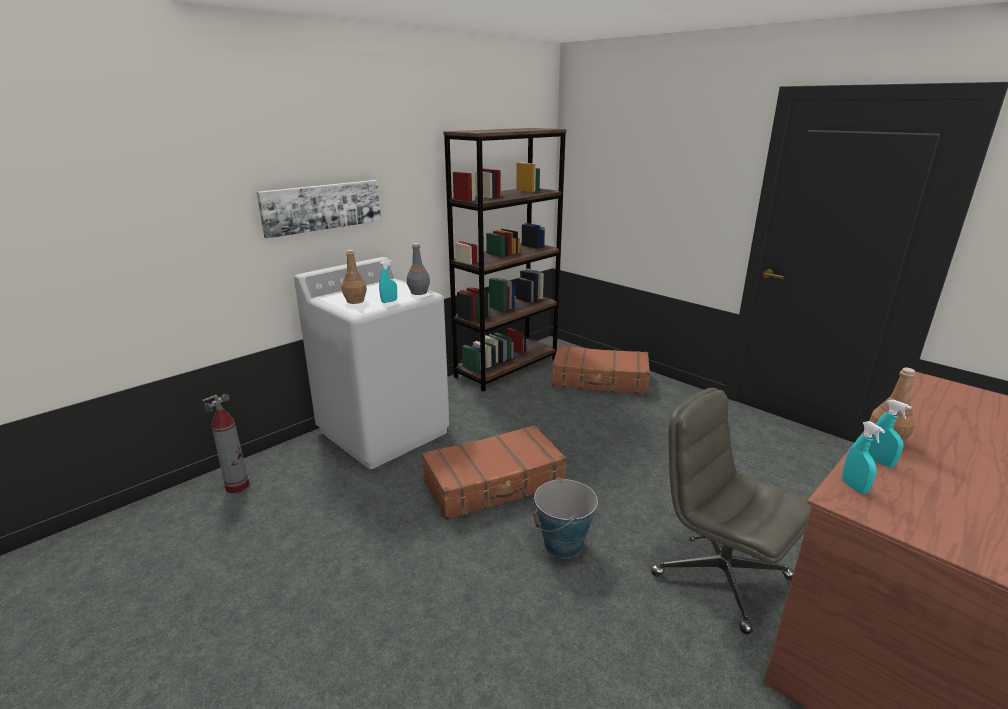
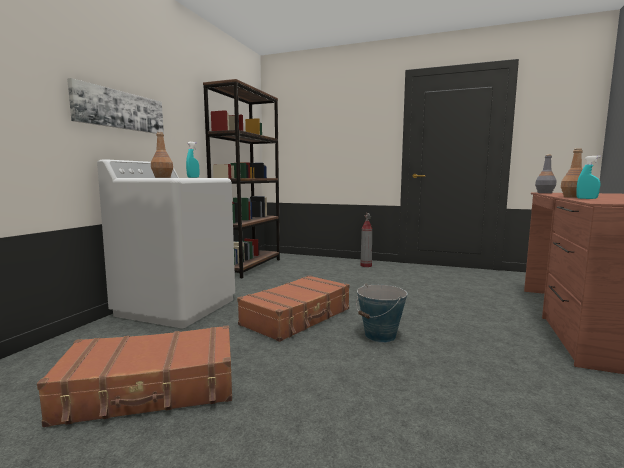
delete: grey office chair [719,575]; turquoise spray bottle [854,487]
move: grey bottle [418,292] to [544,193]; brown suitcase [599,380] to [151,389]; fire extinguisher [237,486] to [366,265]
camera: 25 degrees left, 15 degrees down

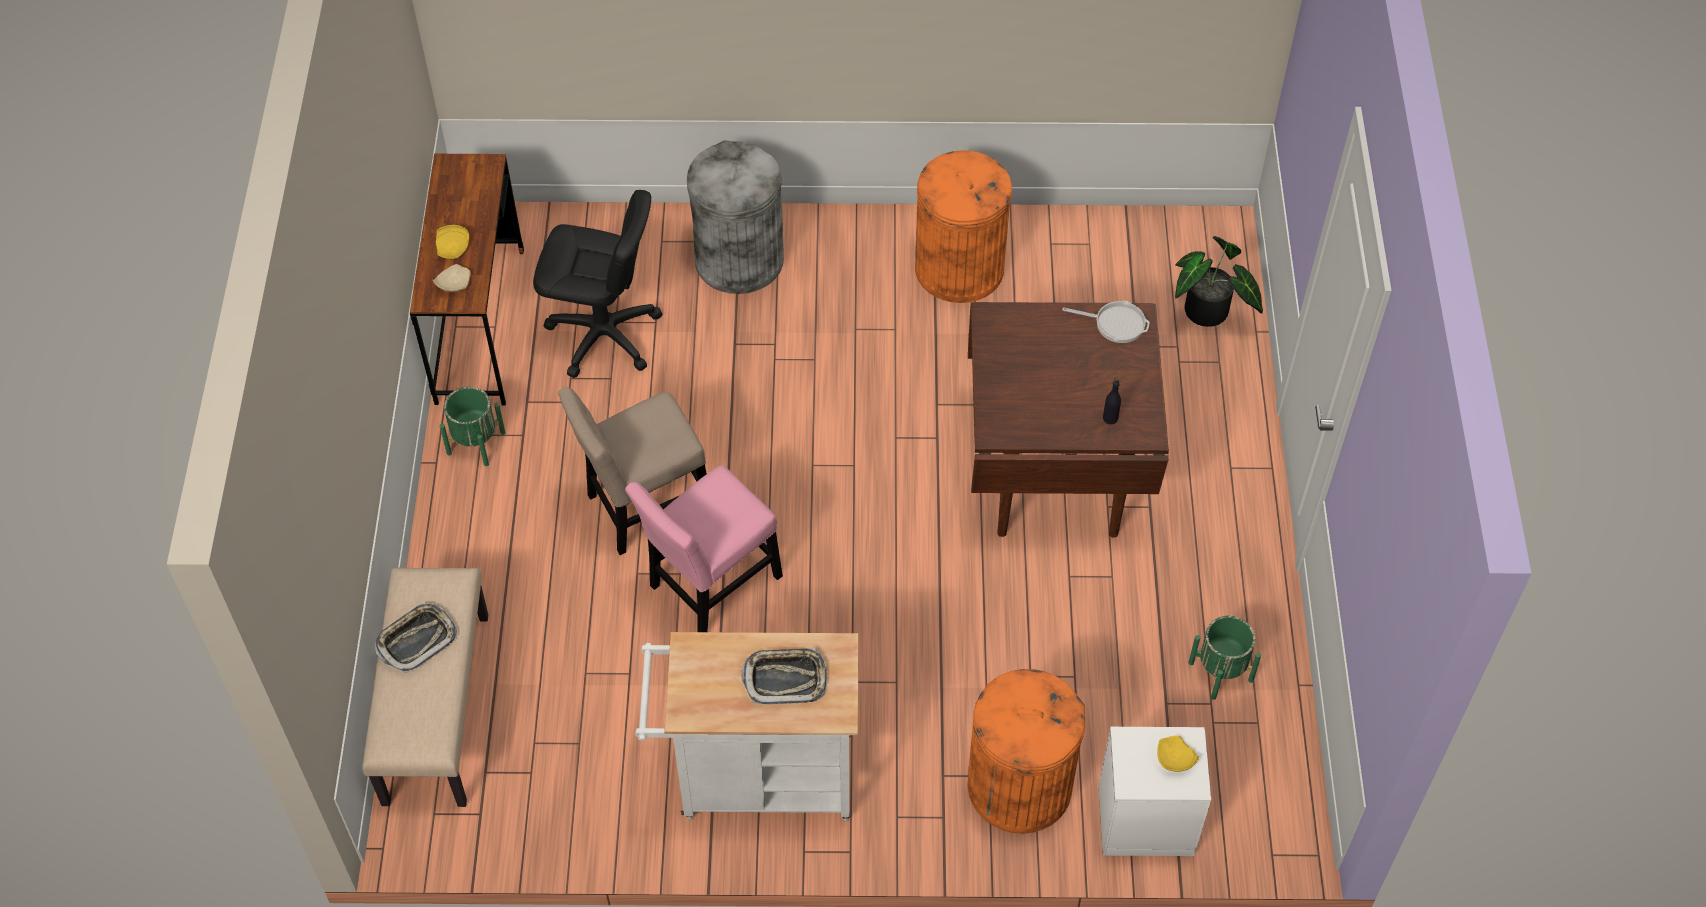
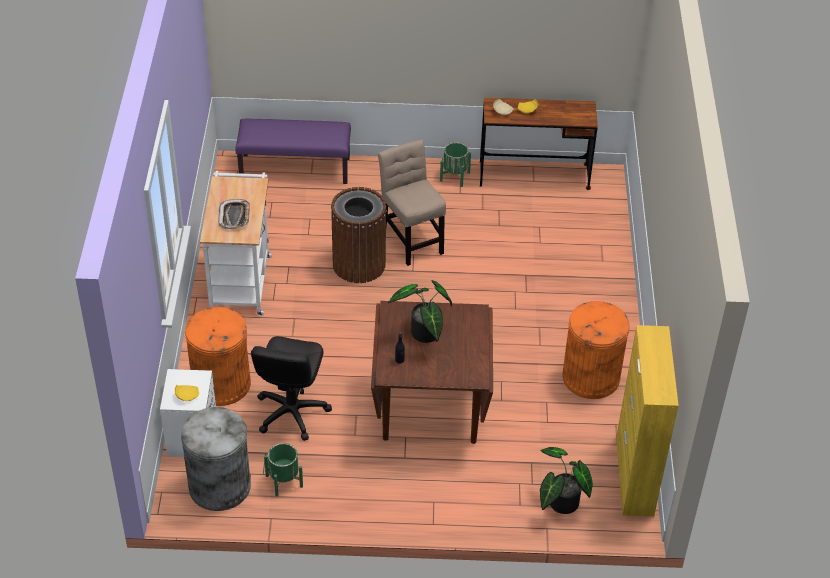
delete: frying pan [1116,323]; tray [416,640]
insert: potted plant [424,335]; yellow cabinet [634,476]
move: grey trash can [739,259] to [220,486]; black office chair [604,335] to [291,412]
replace: pink chair [711,586] to brown trash can [359,264]
recolor: beige bench [435,708] to purple bench [295,168]
camera: 90 degrees right, 10 degrees down

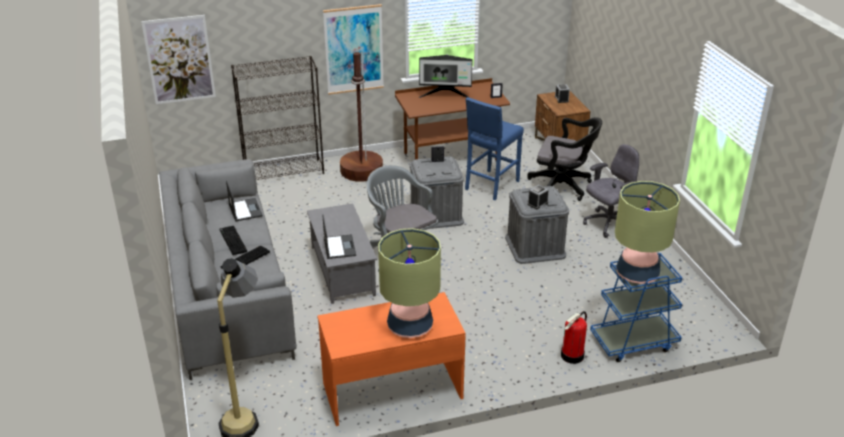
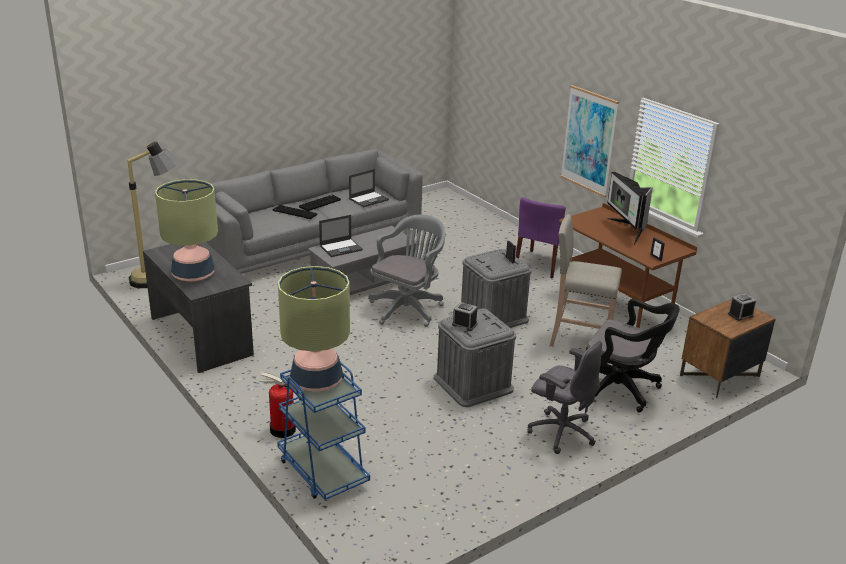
delete: picture [179,60]; black bookcase [284,172]
replace: brown floor lamp [361,171] to purple chair [541,264]
recolor: blue stool [491,185] to beige stool [579,340]; orange desk [392,389] to grey desk [202,336]
rotate: black office chair [563,186] = [621,389] 60 degrees counterclockwise
camera: 70 degrees right, 5 degrees down

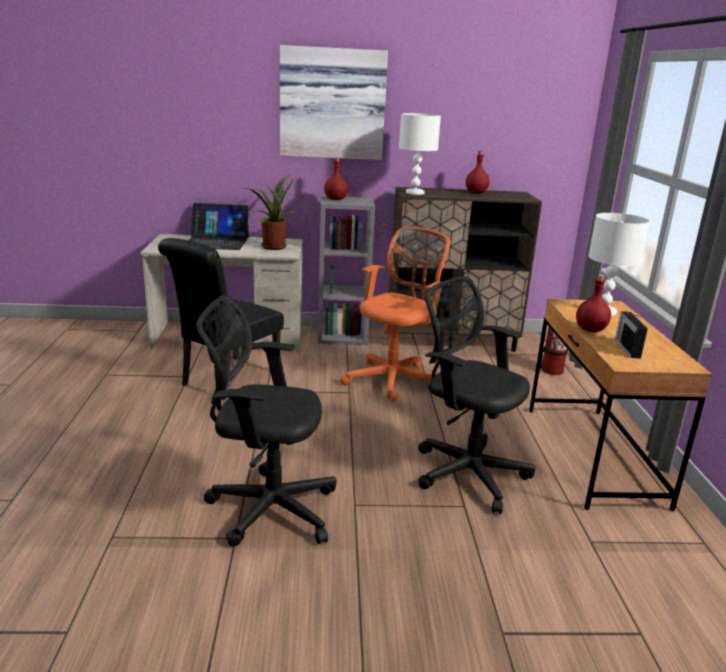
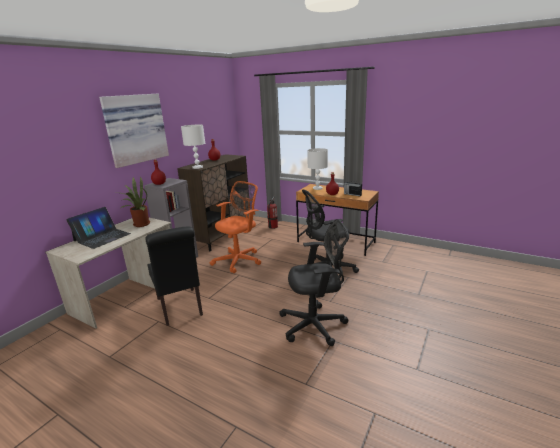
rotate: orange office chair [394,379] = [239,260] 60 degrees clockwise; black office chair [267,508] = [316,325] 135 degrees counterclockwise
camera: 55 degrees left, 0 degrees up

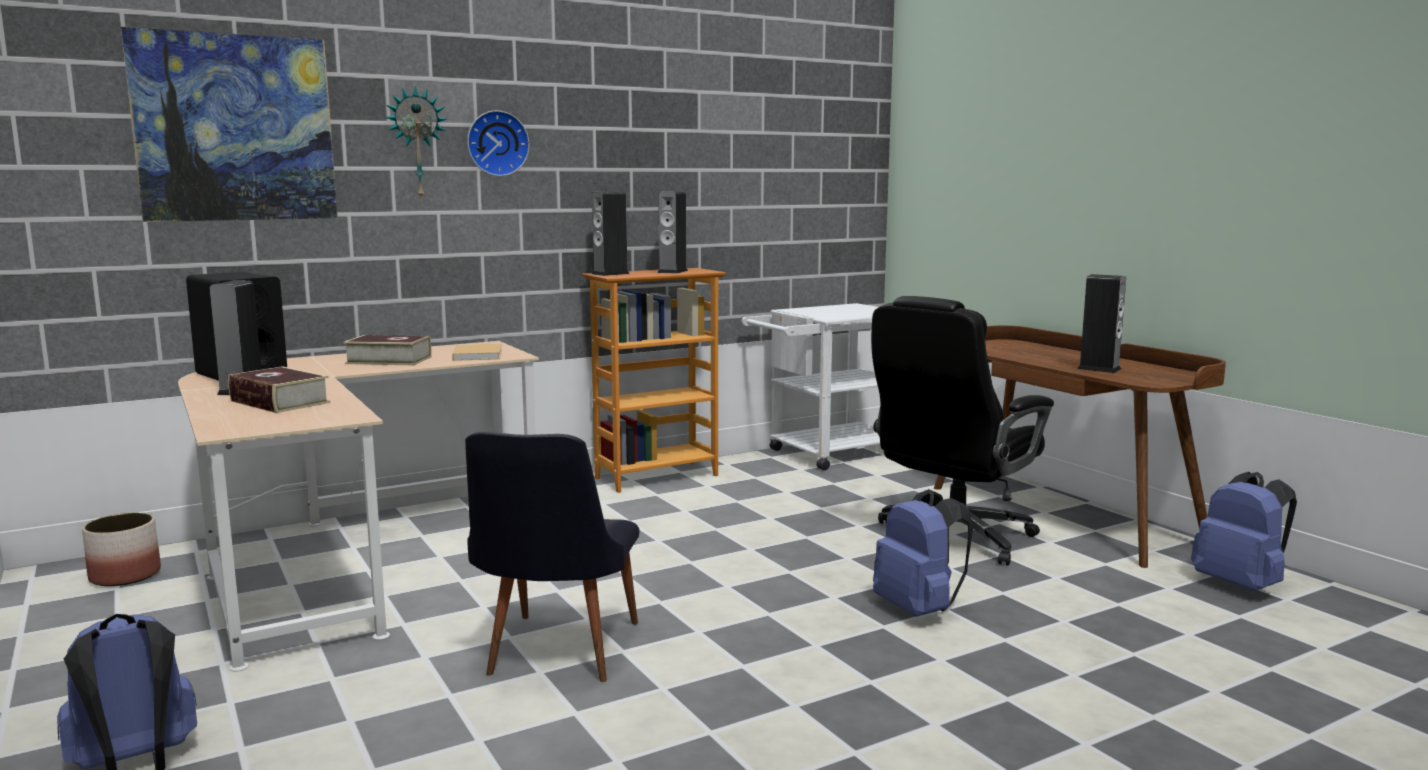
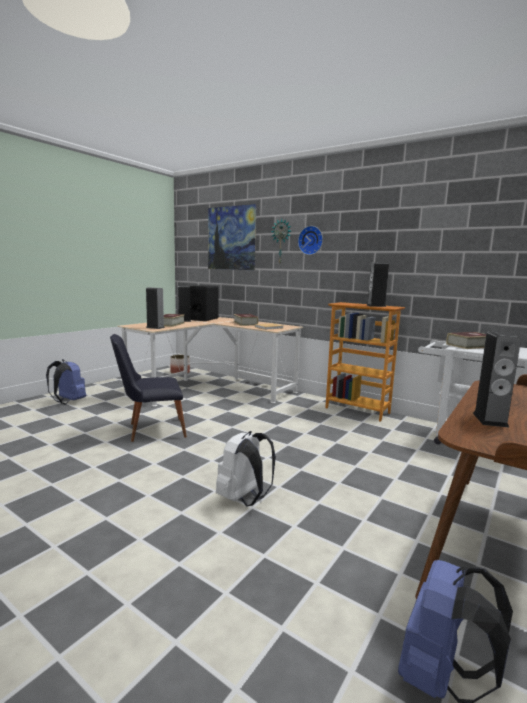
delete: black office chair [952,538]
insert: book [469,345]
move: speaker [610,274] to [155,327]
recolor: blue backpack [919,610] to white backpack [244,499]
camera: 65 degrees right, 0 degrees up

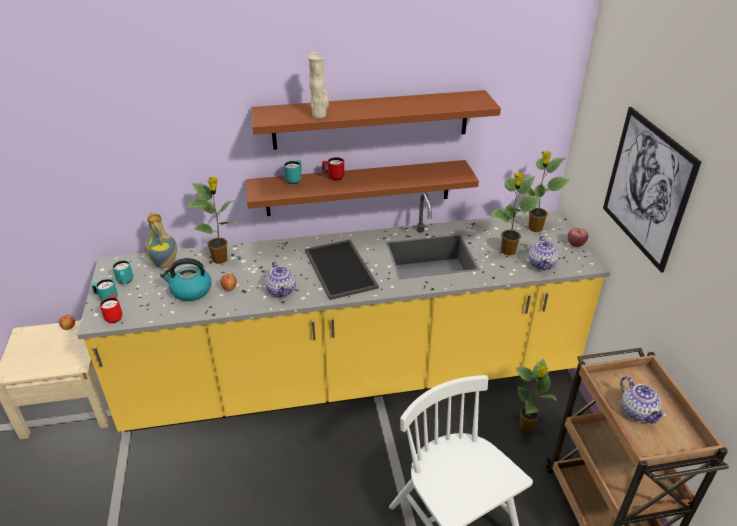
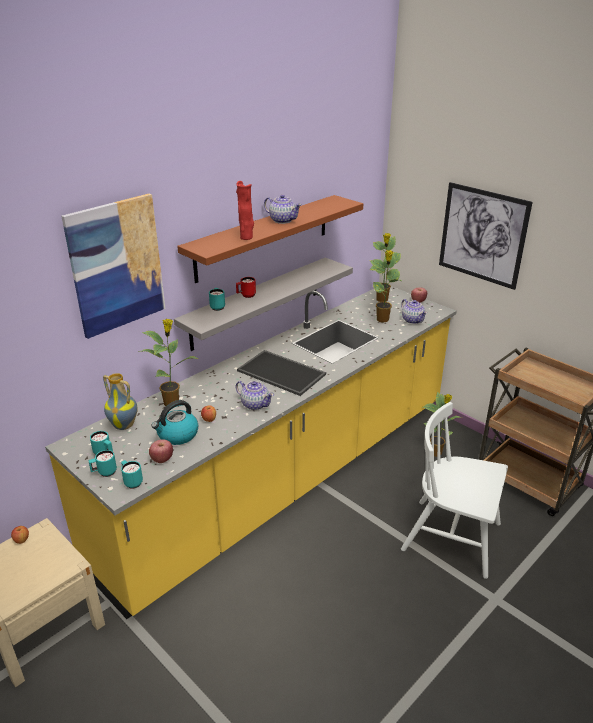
insert: picture [116,265]; apple [162,459]
move: teapot [637,411] to [282,220]
recolor: beige vase [320,115] to red vase [246,237]; brown shelf [358,188] to grey shelf [257,302]; red mug [114,316] to turquoise mug [132,482]
camera: 35 degrees left, 5 degrees down

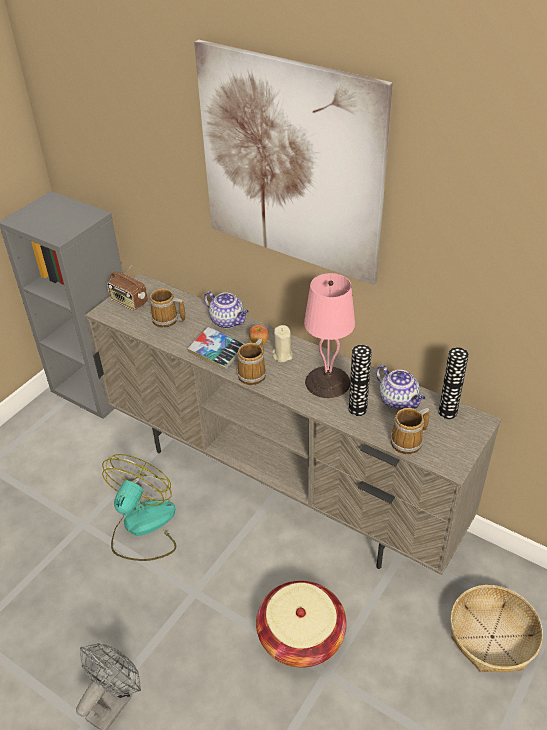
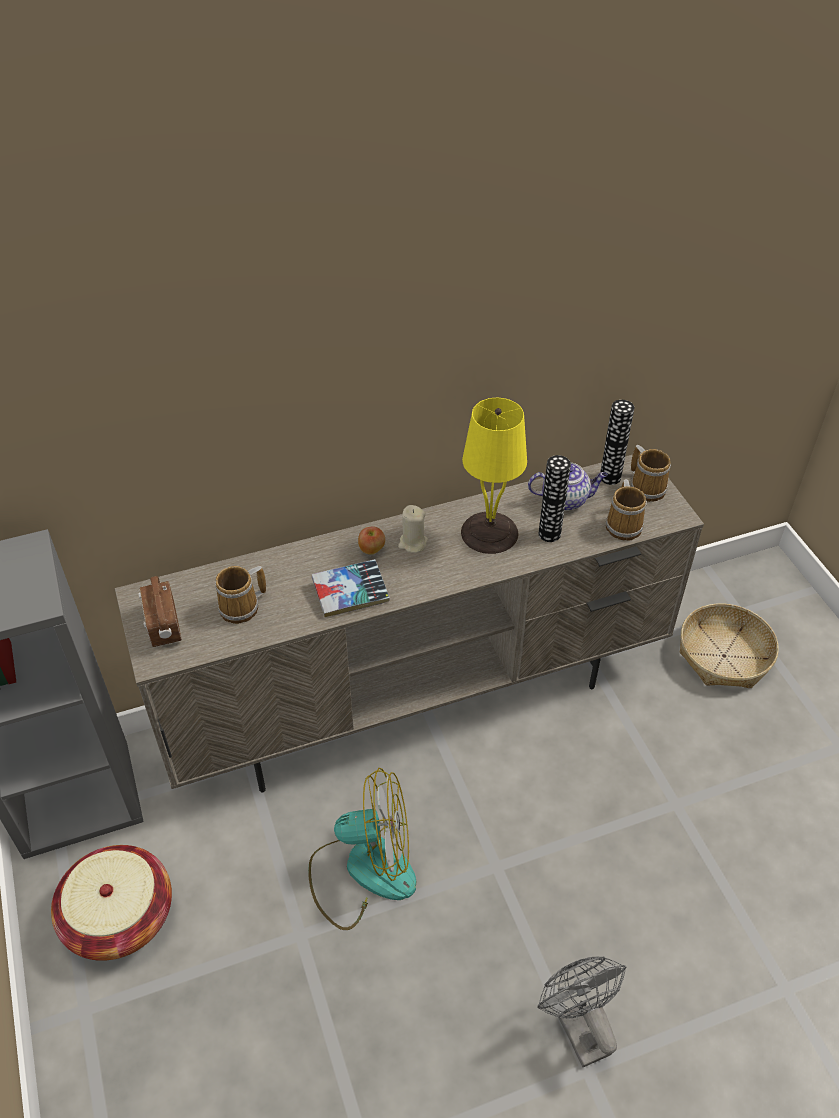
delete: picture [290,164]; teapot [228,321]
move: mug [253,374] to [647,487]; basket [301,636] to [119,916]
recolor: pink table lamp [327,382] to yellow table lamp [489,533]
rotate: radio [128,302] = [163,626] 90 degrees clockwise; fan [142,527] = [363,870] 120 degrees clockwise
camera: 55 degrees left, 5 degrees up

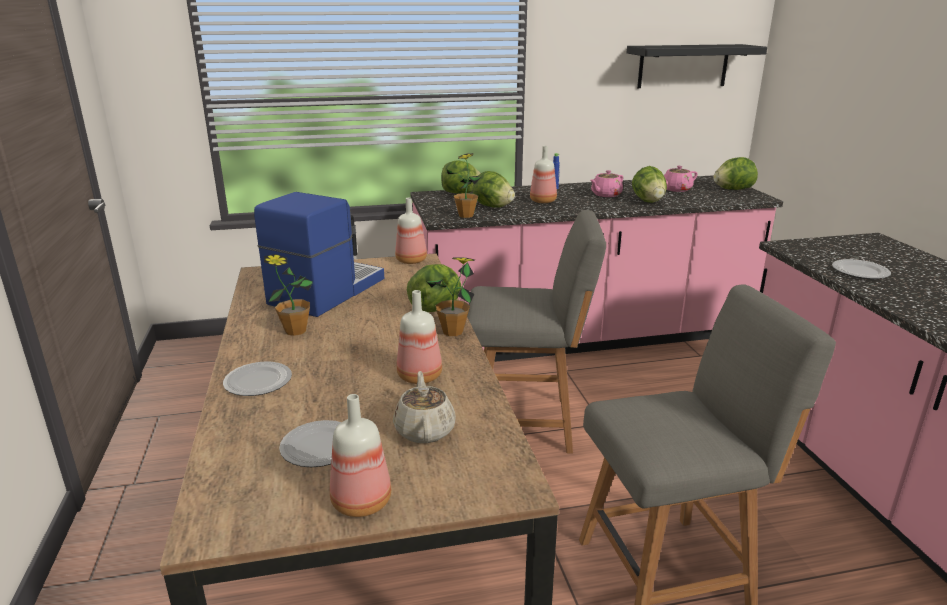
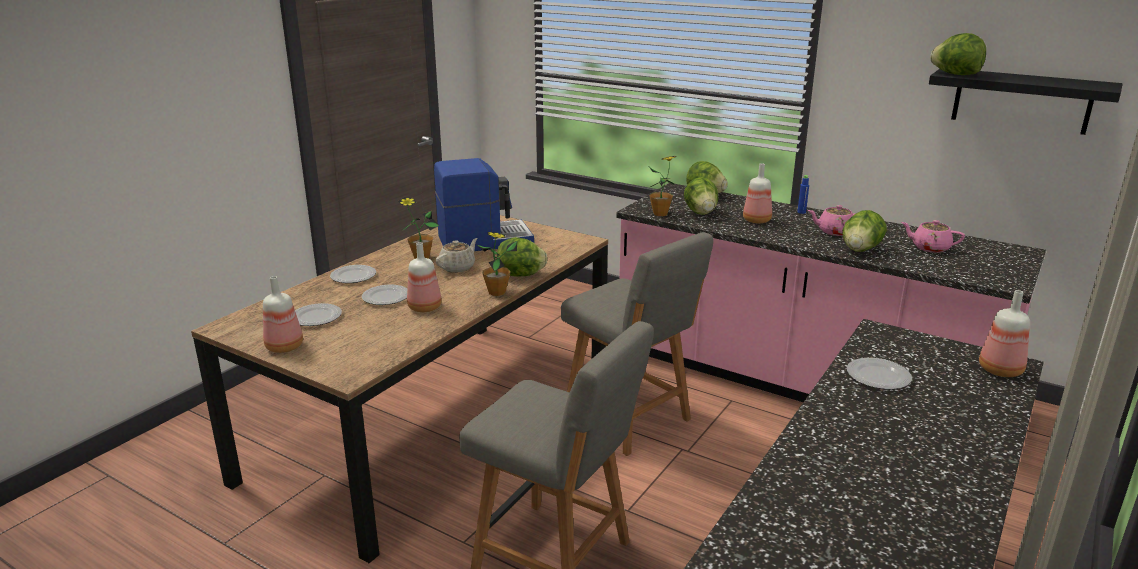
insert: plate [386,298]
move: lettuce [733,189] to [955,74]; bottle [412,260] to [1001,370]; beige teapot [424,429] to [458,267]
camera: 45 degrees right, 0 degrees up

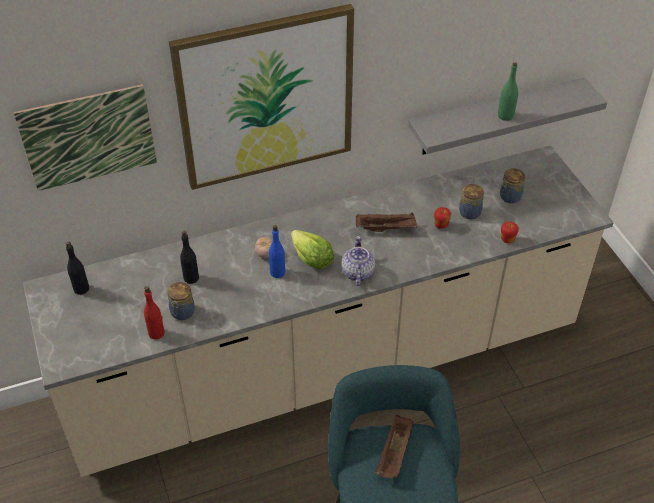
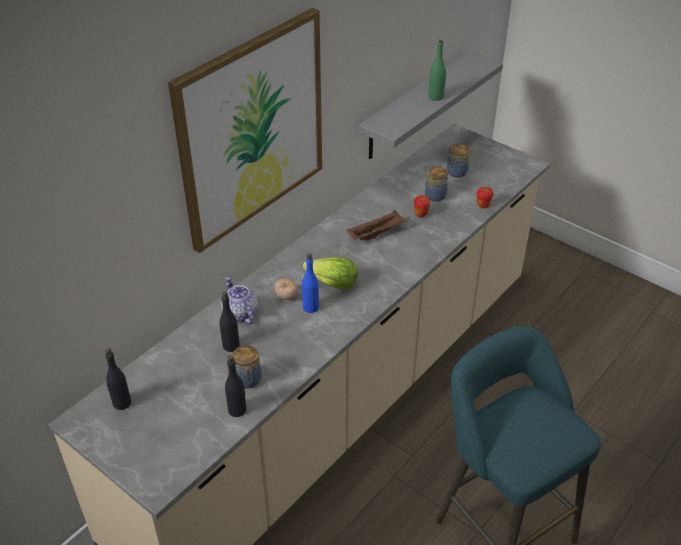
delete: picture [88,137]; brown tray [394,454]
move: teapot [357,272] to [239,314]
recolor: red bottle [156,333] to black bottle [237,410]
camera: 30 degrees left, 5 degrees down

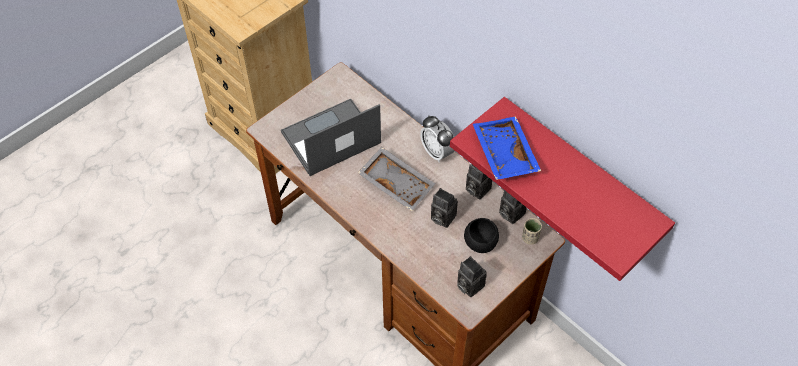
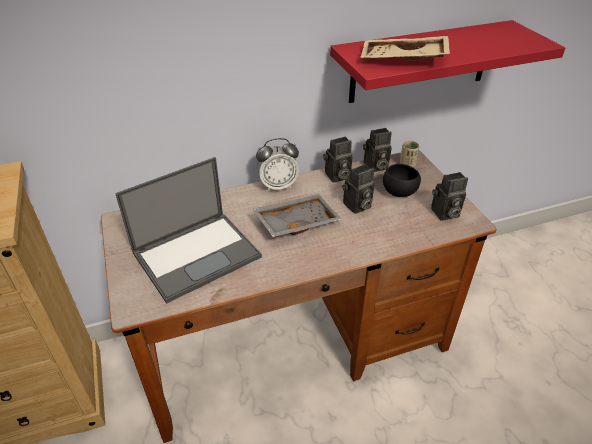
recolor: blue tray [503,154] to beige tray [403,60]
rotate: laptop [330,138] = [198,254] 120 degrees counterclockwise
camera: 65 degrees left, 15 degrees down

